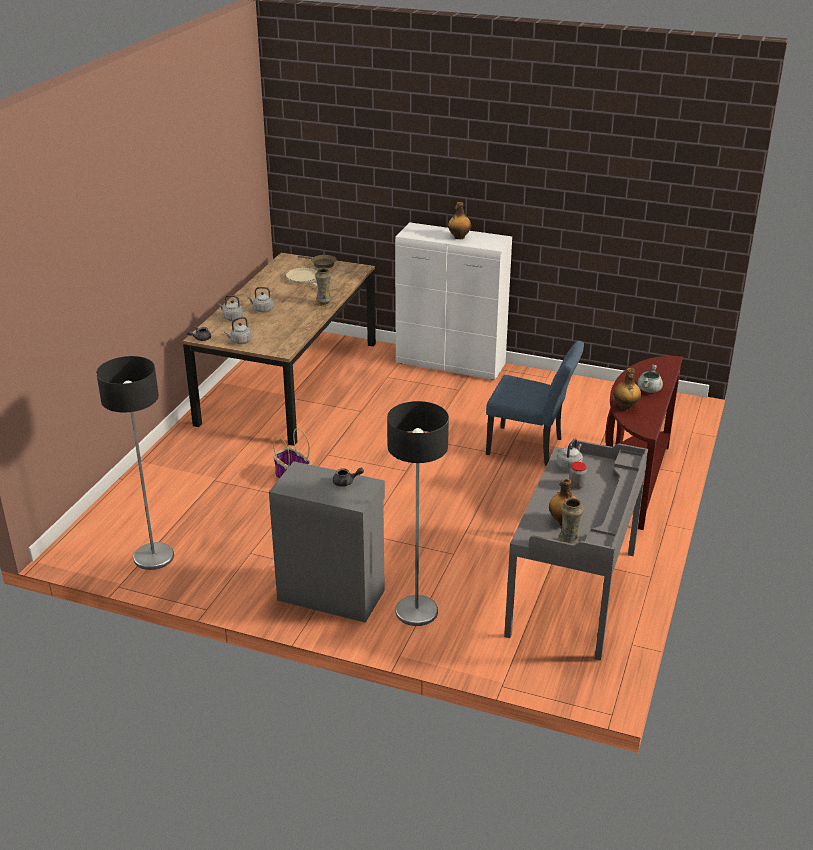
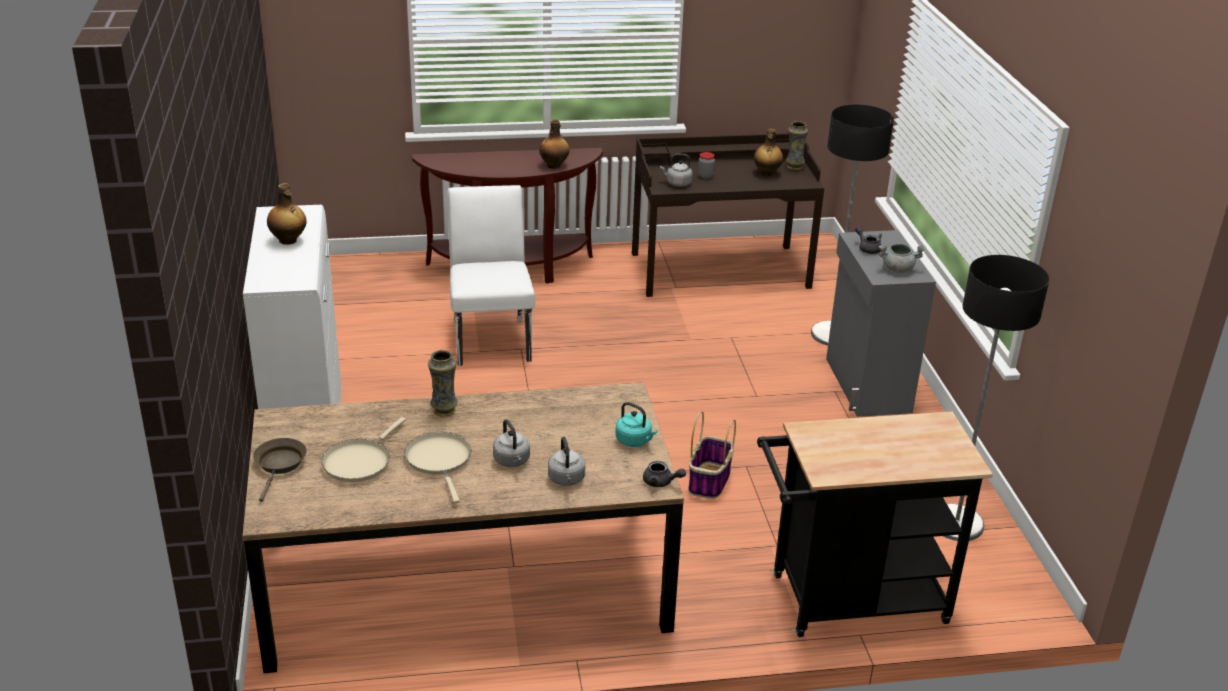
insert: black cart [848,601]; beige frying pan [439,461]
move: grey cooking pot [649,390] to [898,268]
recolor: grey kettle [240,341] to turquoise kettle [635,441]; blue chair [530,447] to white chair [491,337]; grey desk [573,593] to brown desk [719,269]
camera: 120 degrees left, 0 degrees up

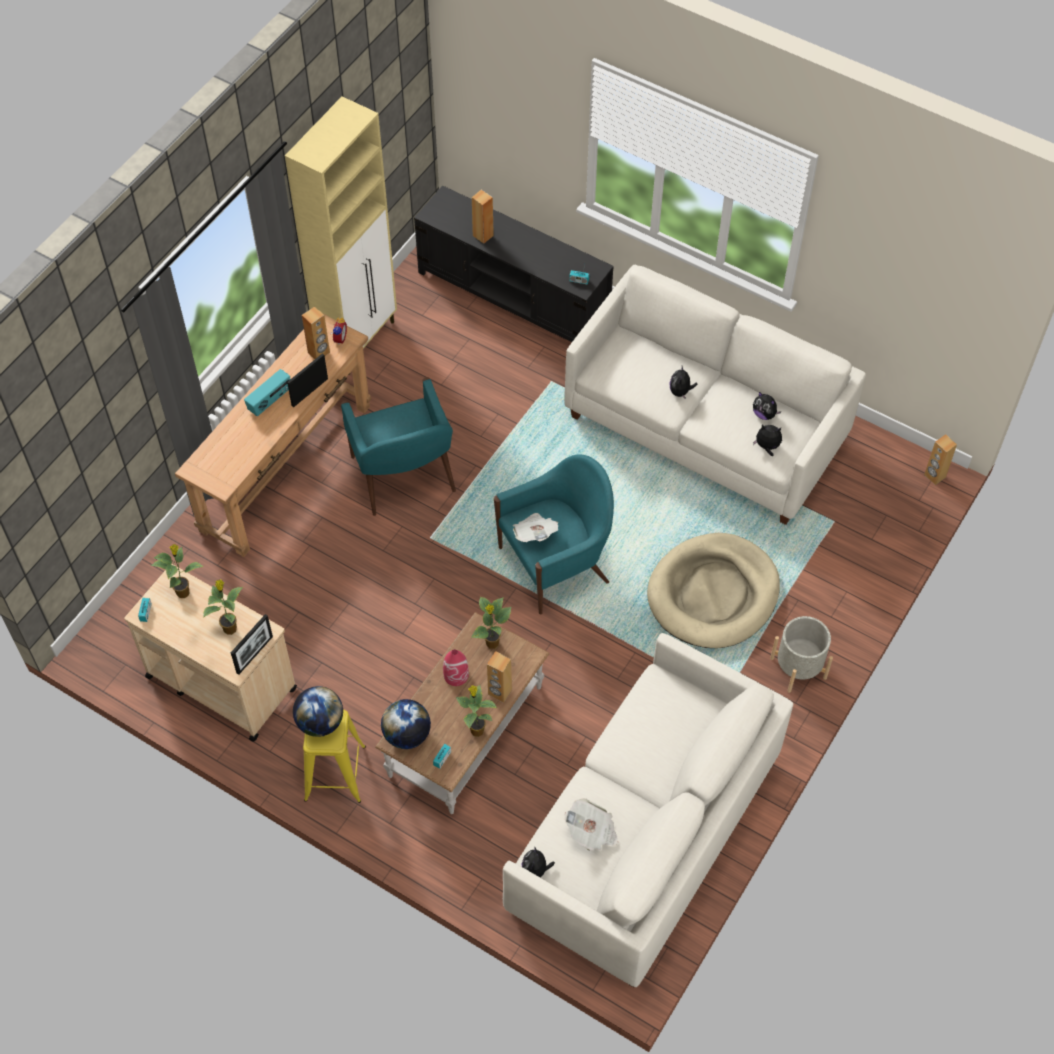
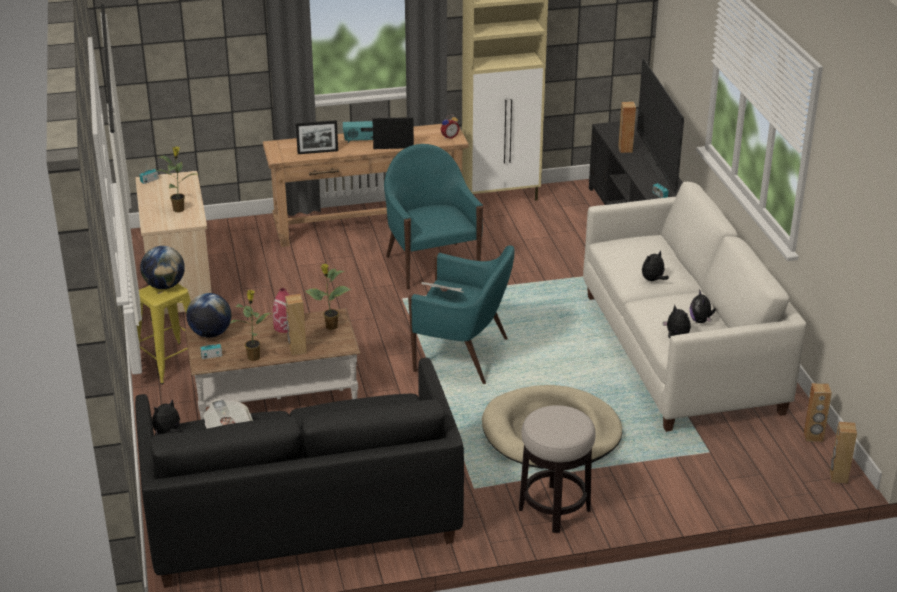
delete: potted plant [183,592]
insert: television [656,166]
move: brown speaker [319,353] to [813,437]; picture frame [254,654] to [317,152]
replace: grey planter [798,668] to stool [554,509]
recolor: white sofa [644,834] to black sofa [302,518]
rotate: turquoise armchair [403,476] = [431,265] 135 degrees clockwise
camera: 45 degrees right, 25 degrees down

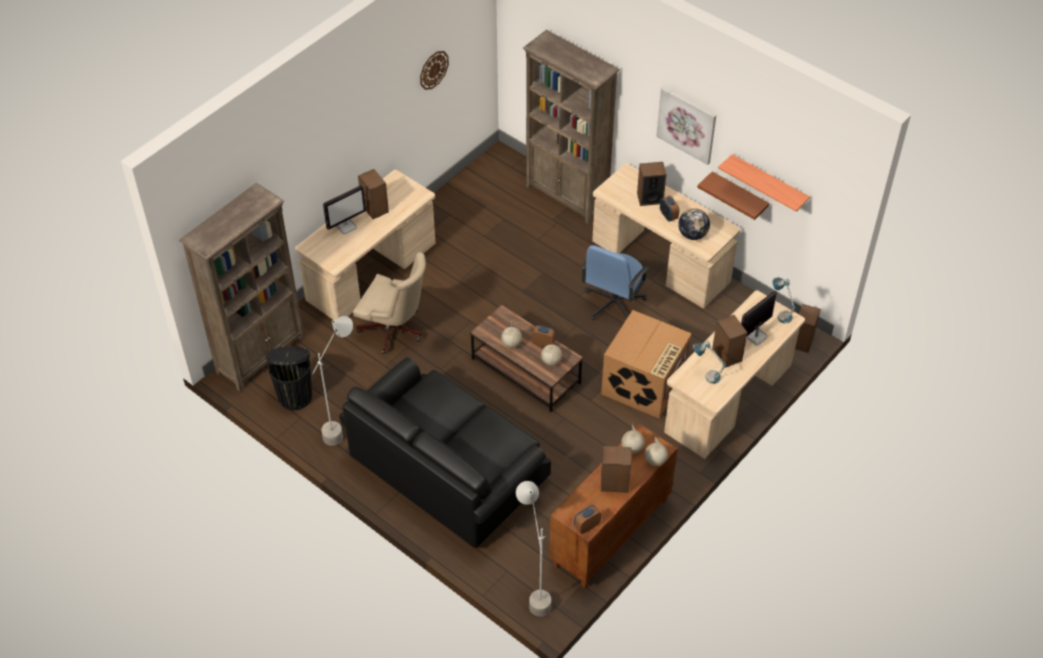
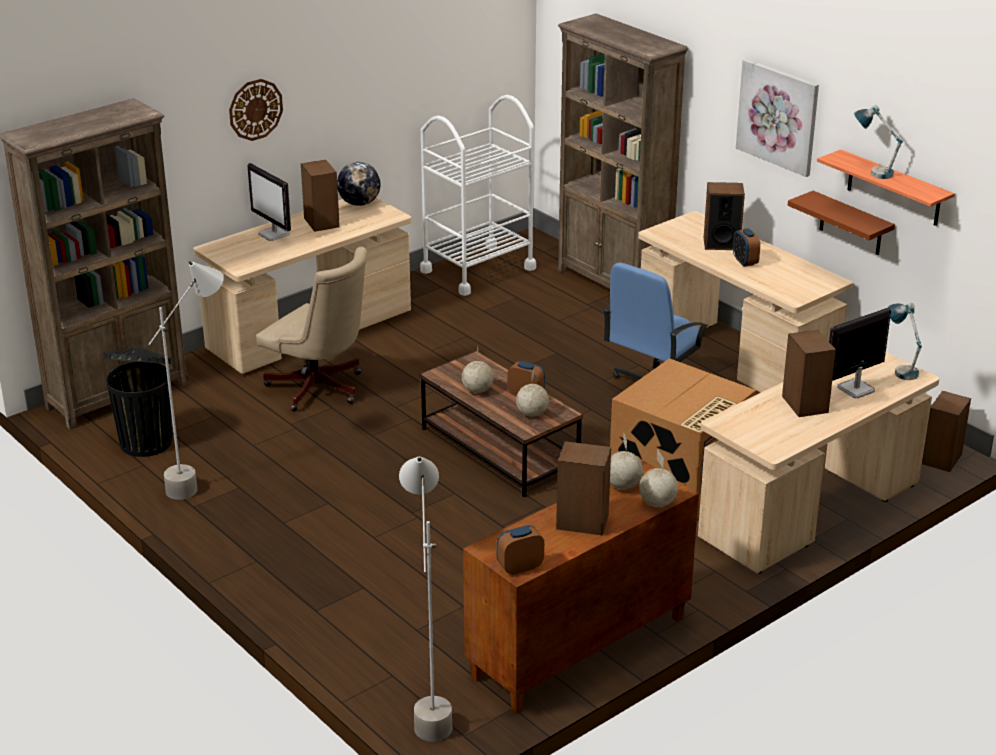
delete: black sofa [448,470]
insert: white cart [478,269]
move: wall clock [433,69] to [255,109]; globe [692,235] to [359,203]; table lamp [706,375] to [872,172]
rotate: monitor [346,226] = [274,234] 75 degrees clockwise
camera: 10 degrees right, 20 degrees down

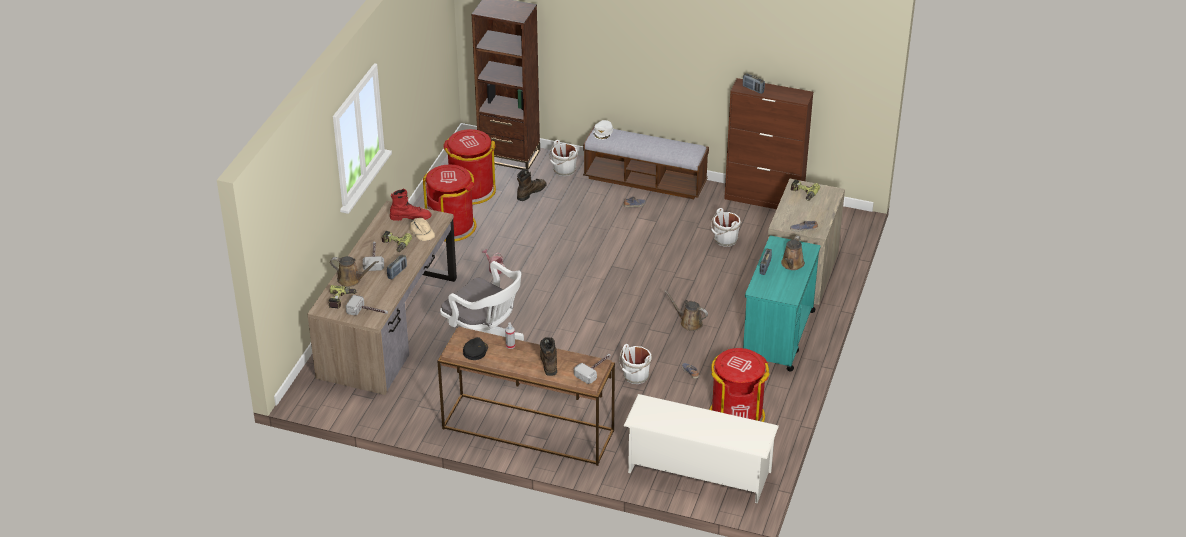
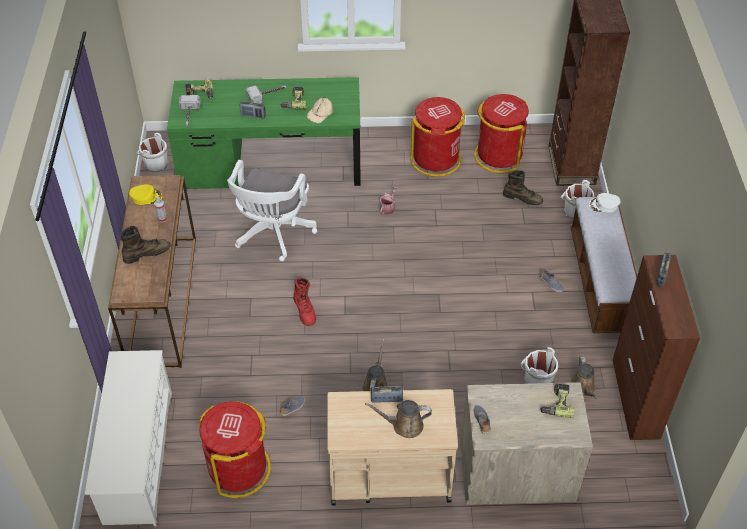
delete: hammer [595,369]
move: red boot [410,217] to [305,310]; brown watering can [351,279] to [583,388]; white bucket [635,377] to [155,165]
recolor: brown desk [388,327] to green desk [271,164]; turquoise cart [778,336] to beige cart [389,476]; black cap [475,351] to yellow cap [146,197]
camera: 70 degrees right, 10 degrees up

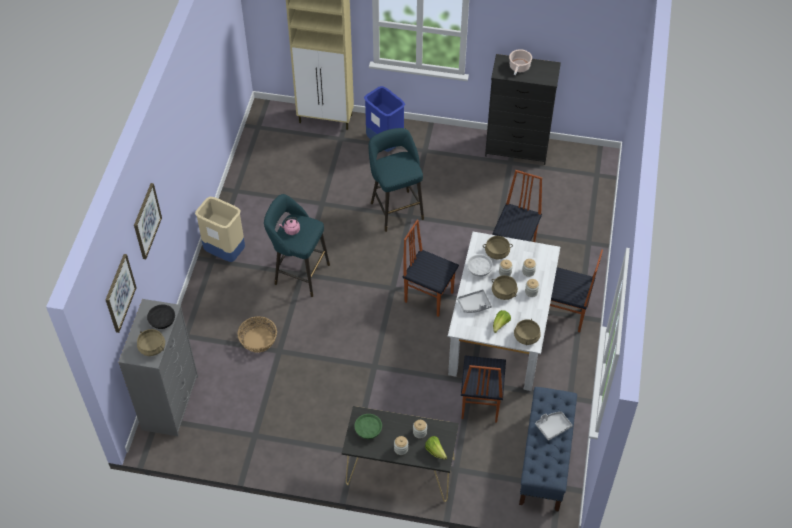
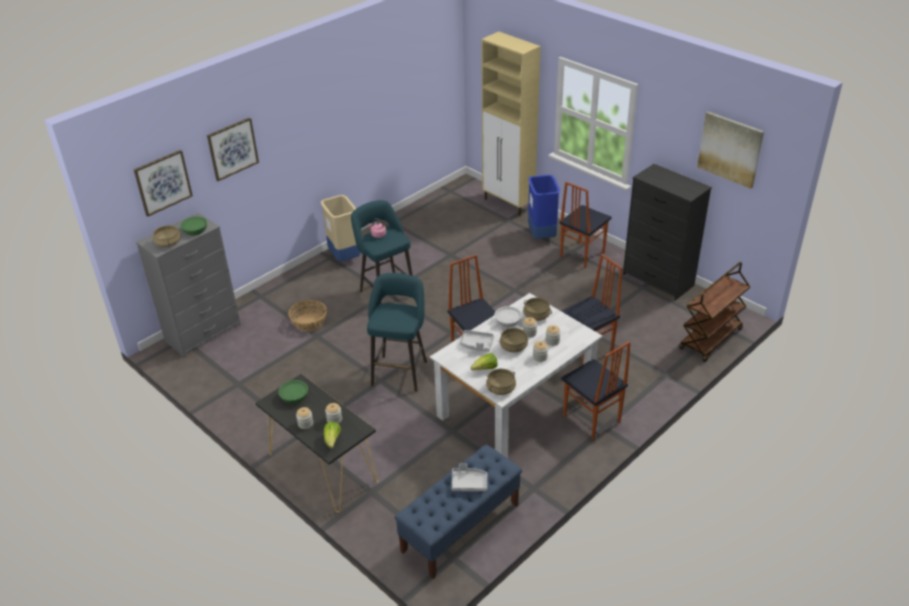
delete: cooking pot [519,67]
insert: picture [730,149]; brown cart [711,340]
move: turquoise stool [395,208] to [400,371]; chair [479,403] to [581,254]
recolor: black bowl [162,320] to green bowl [195,230]
camera: 35 degrees right, 15 degrees down

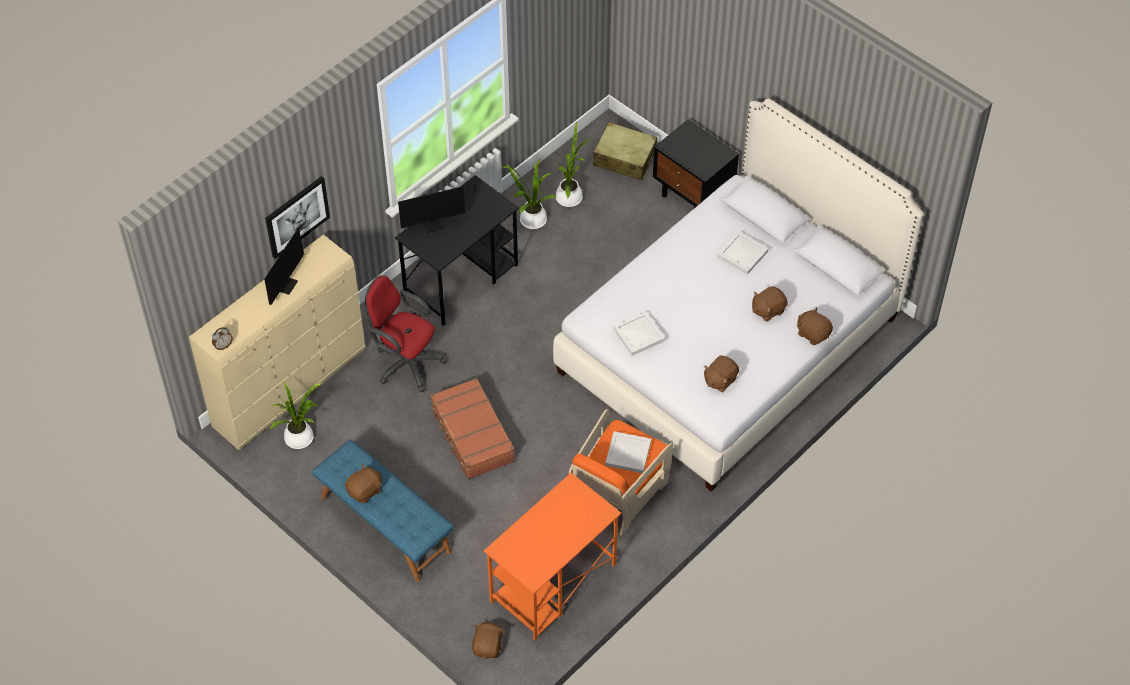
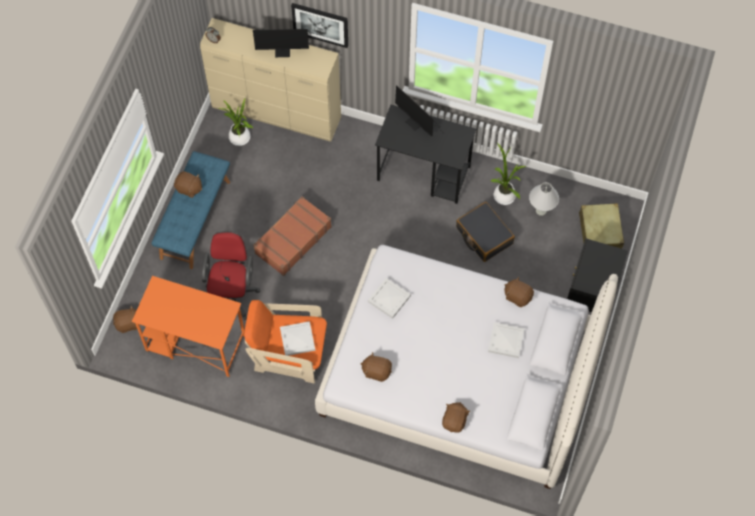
insert: black suitcase [484,236]
move: red office chair [405,362] to [232,293]; brown plush toy [768,310] to [518,296]
replace: potted plant [570,196] to white table lamp [541,210]
camera: 65 degrees right, 10 degrees up

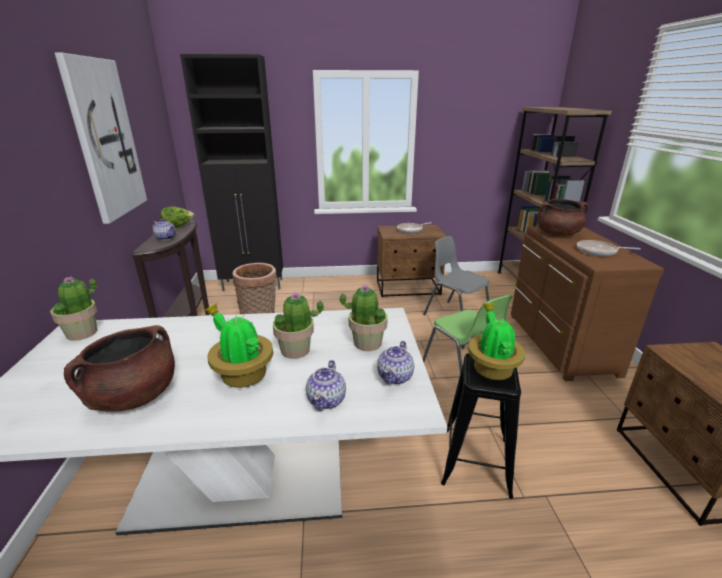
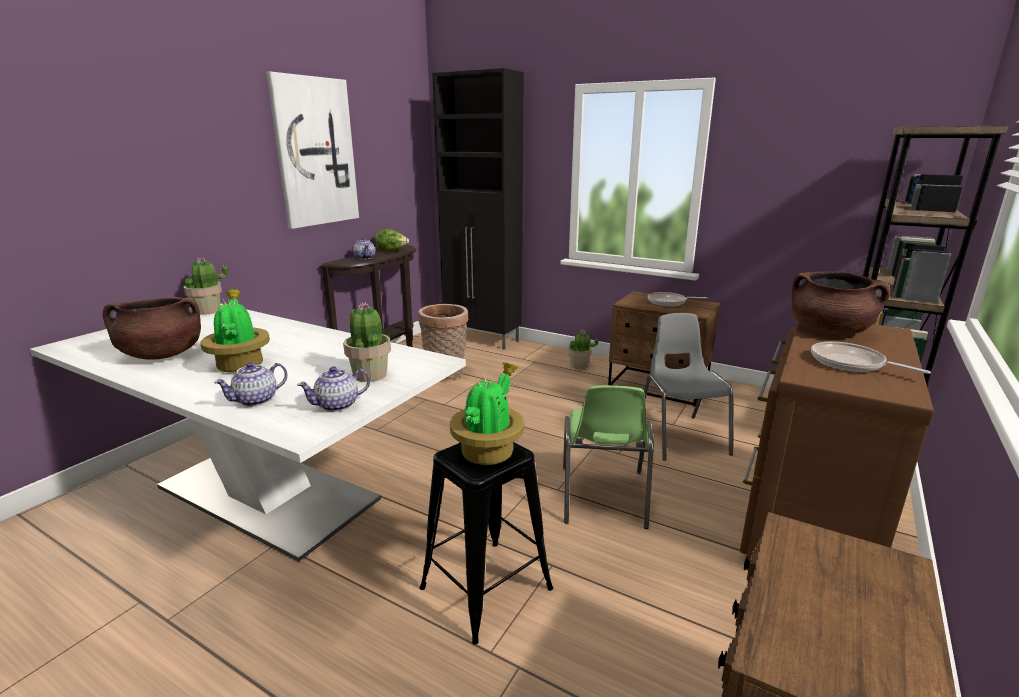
move: potted plant [296,350] to [579,366]
camera: 35 degrees right, 5 degrees down

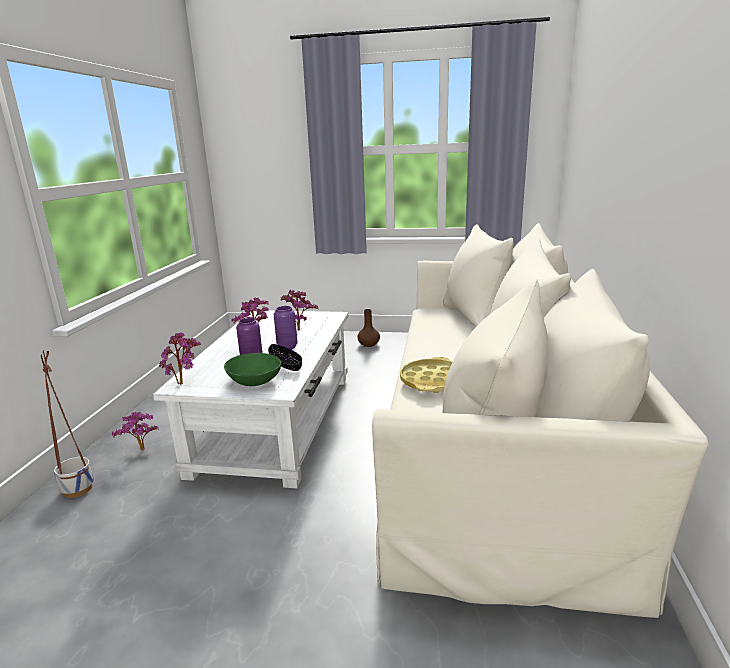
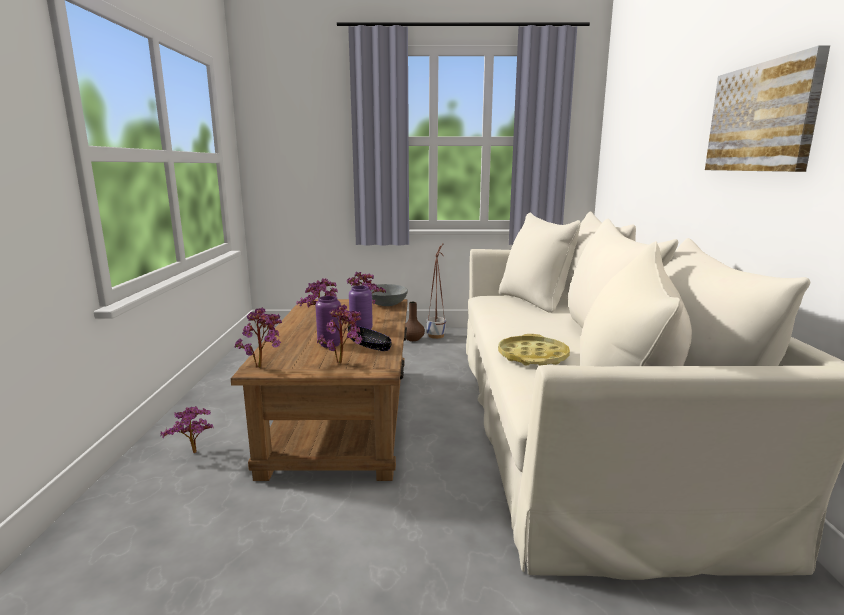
insert: picture [762,118]; grey bowl [386,304]
move: planter [78,489] to [436,336]
replace: green bowl [254,381] to potted plant [343,362]
recolor: white coffee table [276,422] to brown coffee table [343,416]
camera: 10 degrees left, 5 degrees down

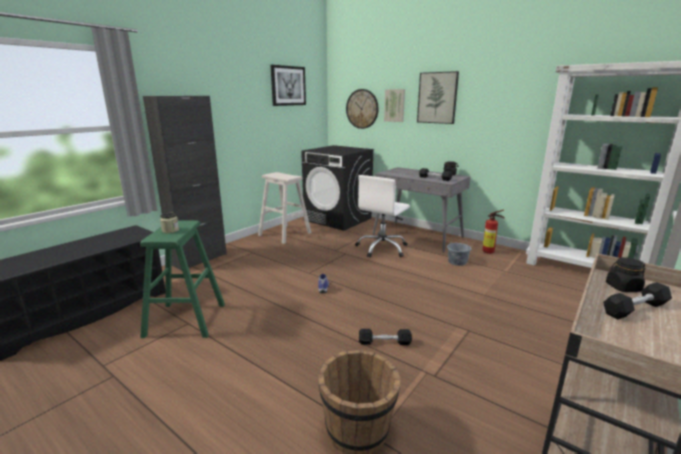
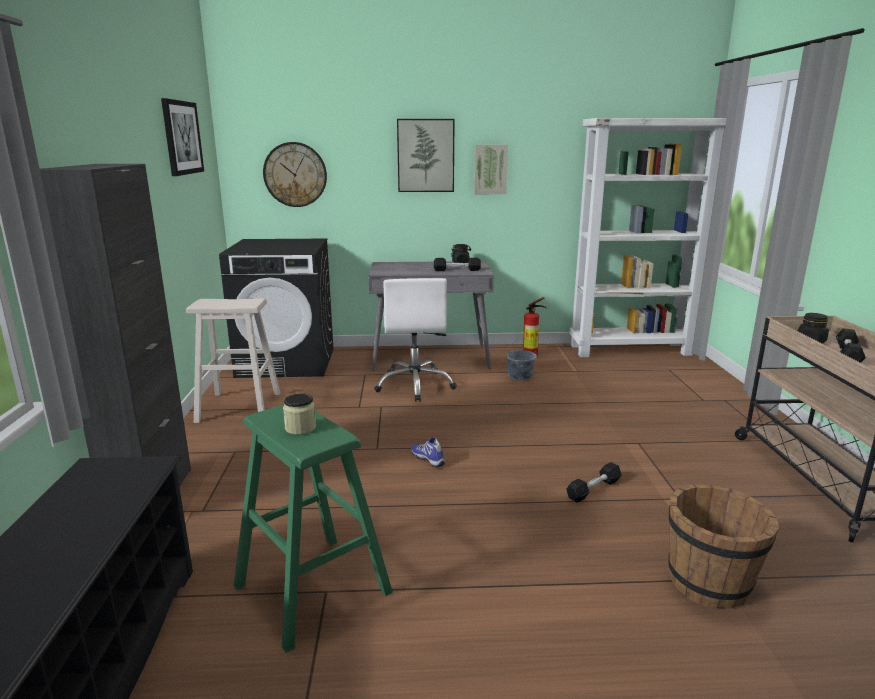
move: picture [395,105] to [490,169]
camera: 40 degrees left, 0 degrees up

